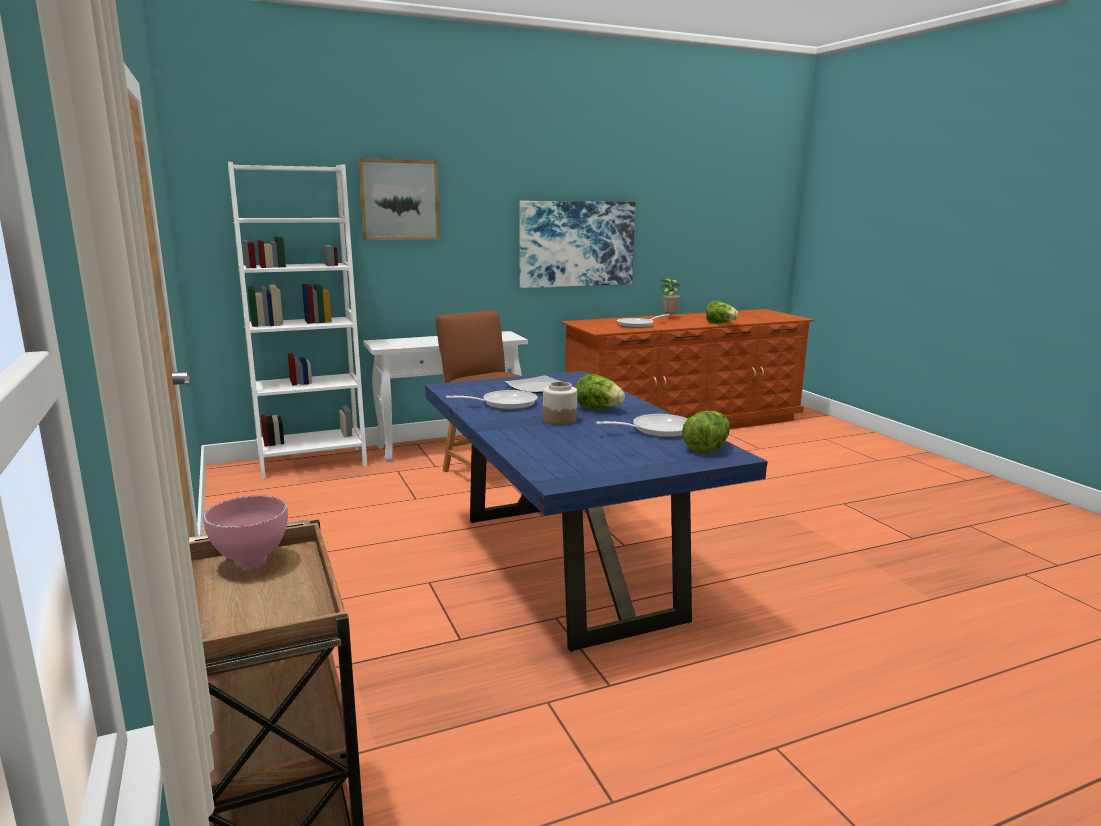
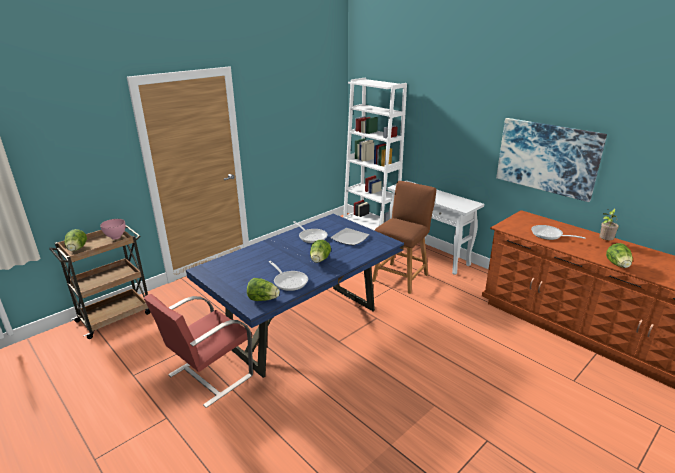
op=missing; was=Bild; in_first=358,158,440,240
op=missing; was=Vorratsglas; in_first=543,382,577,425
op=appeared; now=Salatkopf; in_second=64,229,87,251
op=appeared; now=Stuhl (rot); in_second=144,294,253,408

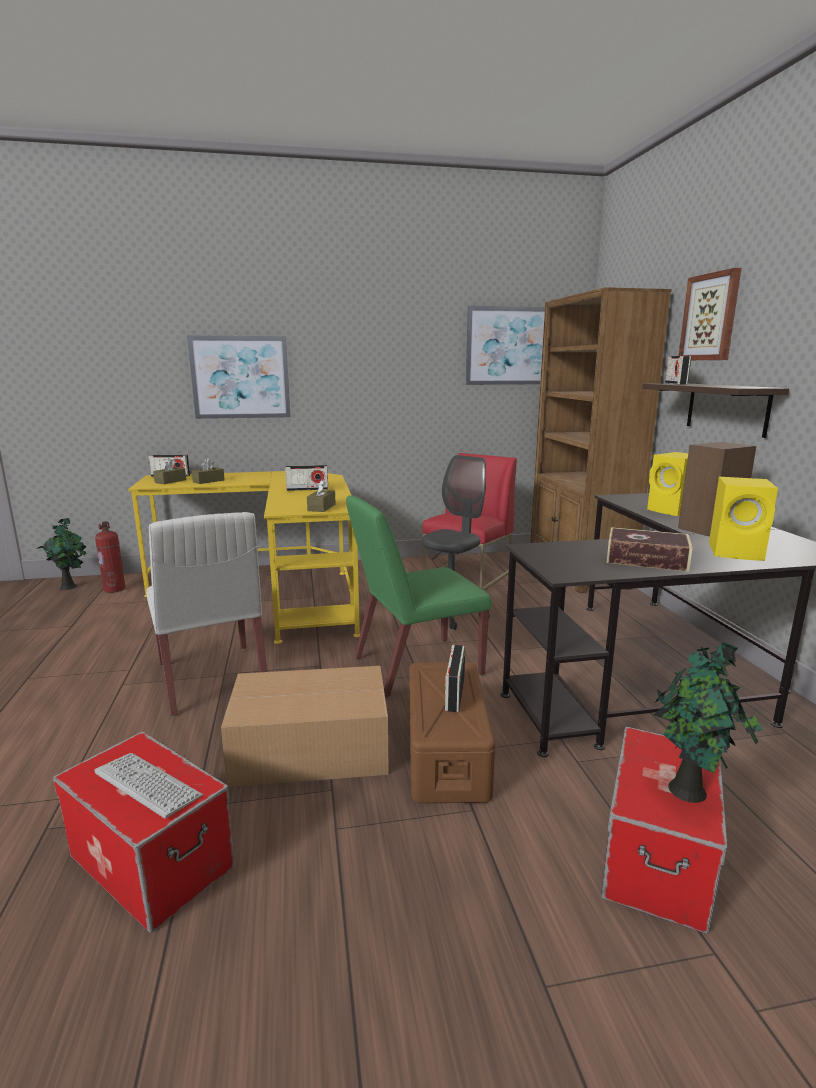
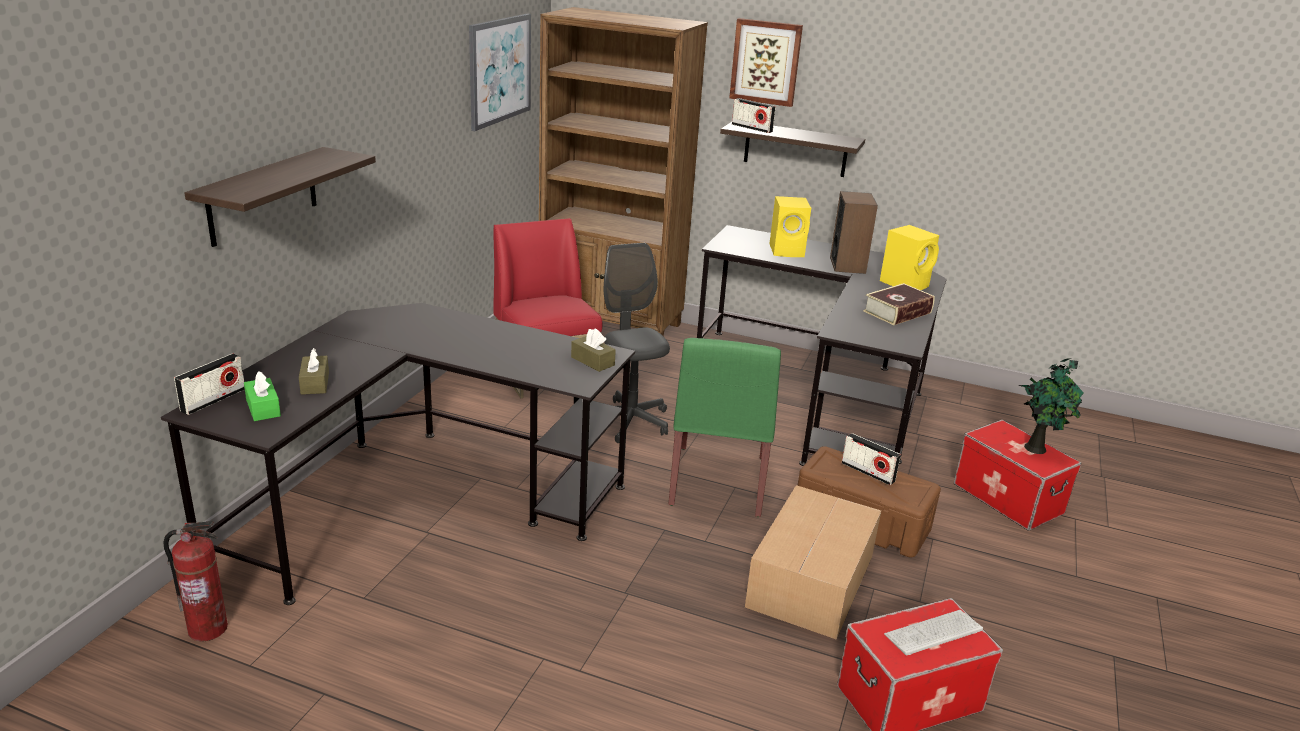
op=missing; was=Topfpflanze; in_first=38,518,87,590
op=colour; was=Schreibtisch (gelb); now=Schreibtisch (schwarz); in_first=128,471,360,644; in_second=161,303,635,605
op=missing; was=Stuhl (weiß); in_first=146,512,267,716
op=colour; was=Taschentuchbox (braun); now=Taschentuchbox (grün); in_first=153,458,186,484; in_second=244,371,281,421
op=exchanged; was=Bild; now=Wandregal; in_first=187,335,291,419; in_second=185,147,376,247
op=missing; was=Radio; in_first=285,465,328,491

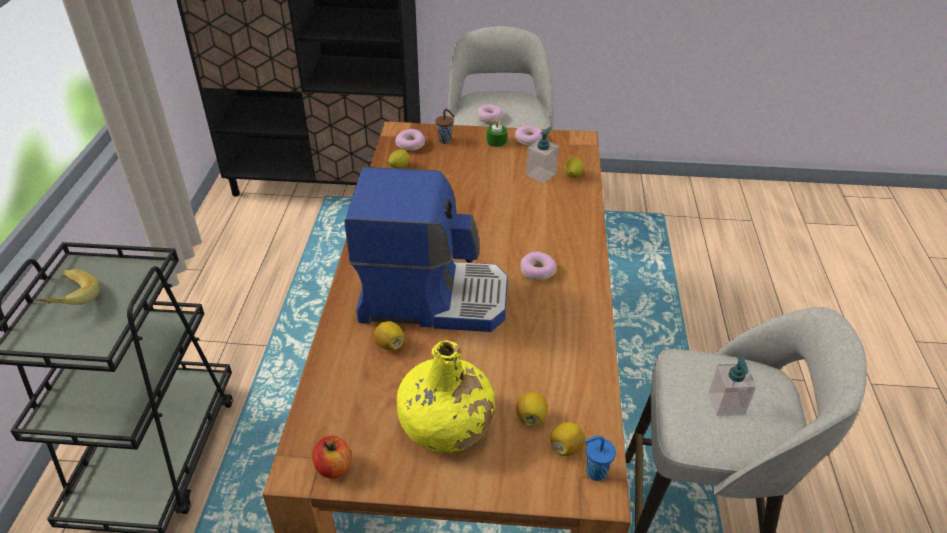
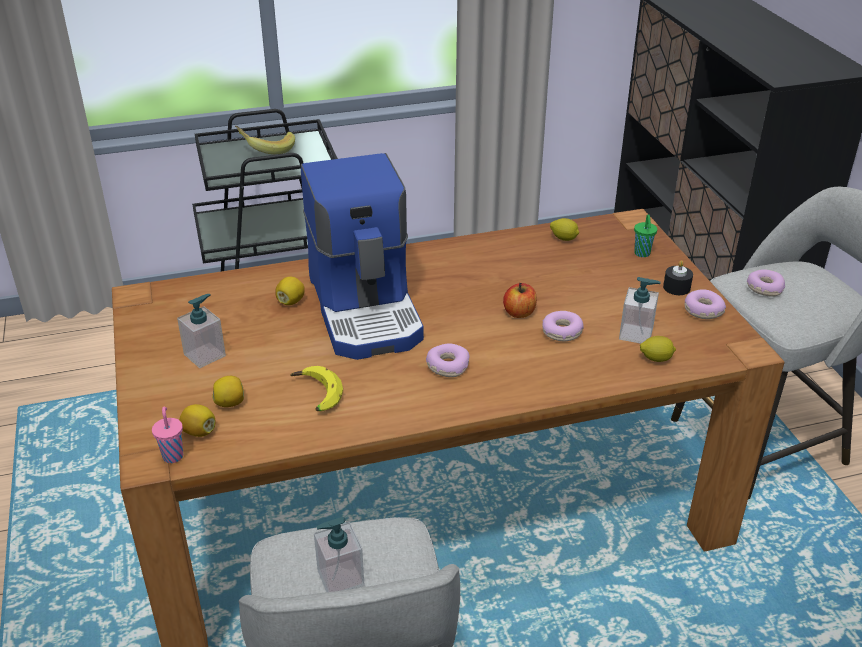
op=relocated; was=Apfel; in_first=312,435,351,479; in_second=503,283,537,318
op=relocated; was=Donut; in_first=395,129,425,151; in_second=542,311,584,341
op=exchanged; was=Flasche (gelb); now=Seifenspender; in_first=397,340,495,453; in_second=177,294,226,368
op=colour; was=Tasse (braun); now=Tasse (grün); in_first=435,109,455,144; in_second=634,214,657,257
op=colour; was=Kerze (grün); now=Kerze (schwarz); in_first=486,120,507,147; in_second=663,260,693,295
op=colour; was=Tasse (blau); now=Tasse (rosa); in_first=584,436,616,481; in_second=152,407,183,463
op=appeared; now=Banane; in_second=290,366,343,411

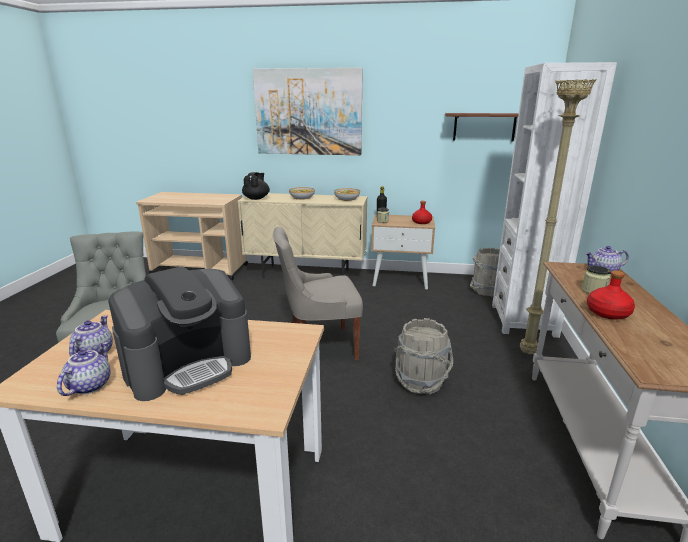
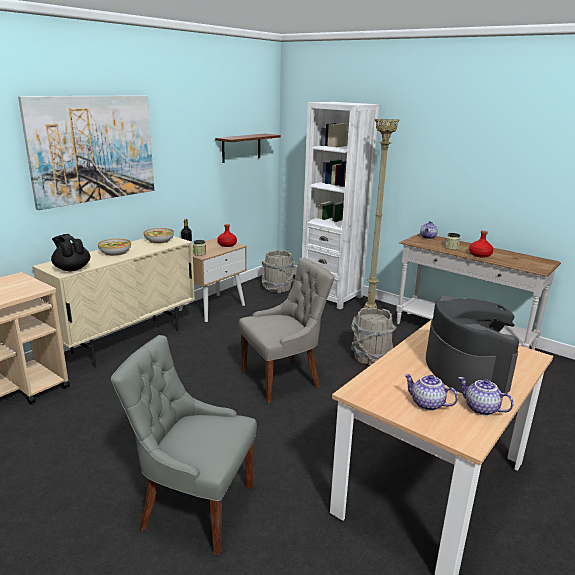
op=spun; was=Stuhl (grau); in_first=273,227,363,361; in_second=239,257,335,403; clockwise=-135

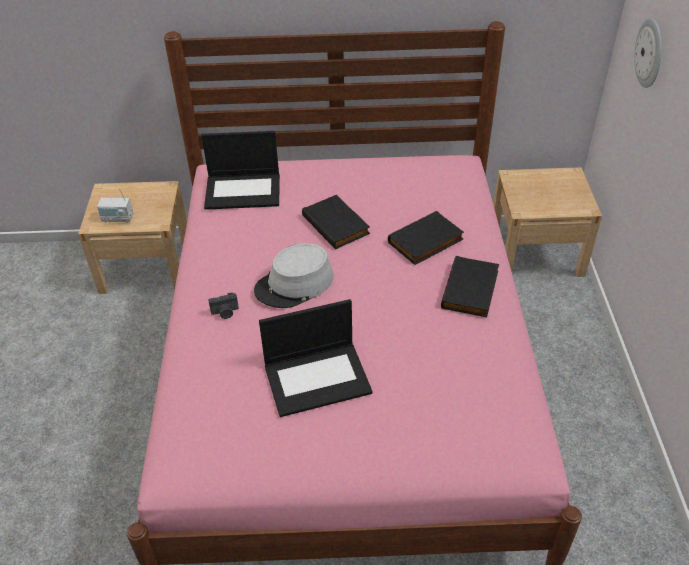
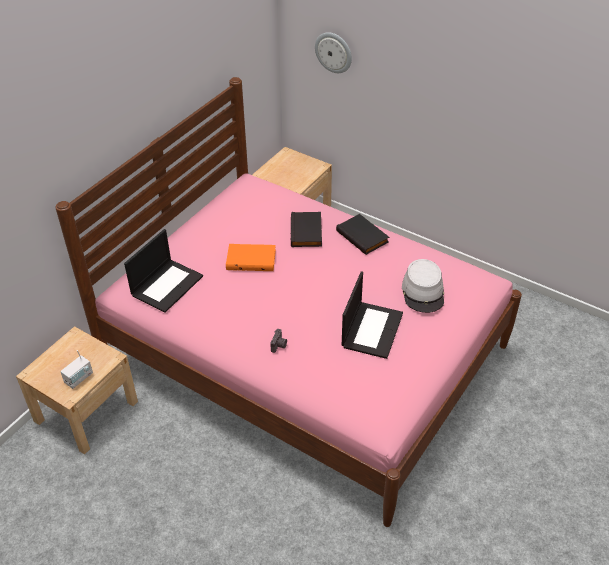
op=relocated; was=Hut (grau); in_first=254,243,334,308; in_second=402,259,444,313
op=colour; was=Buch (schwarz); now=Buch (orange); in_first=302,195,370,249; in_second=226,244,276,271

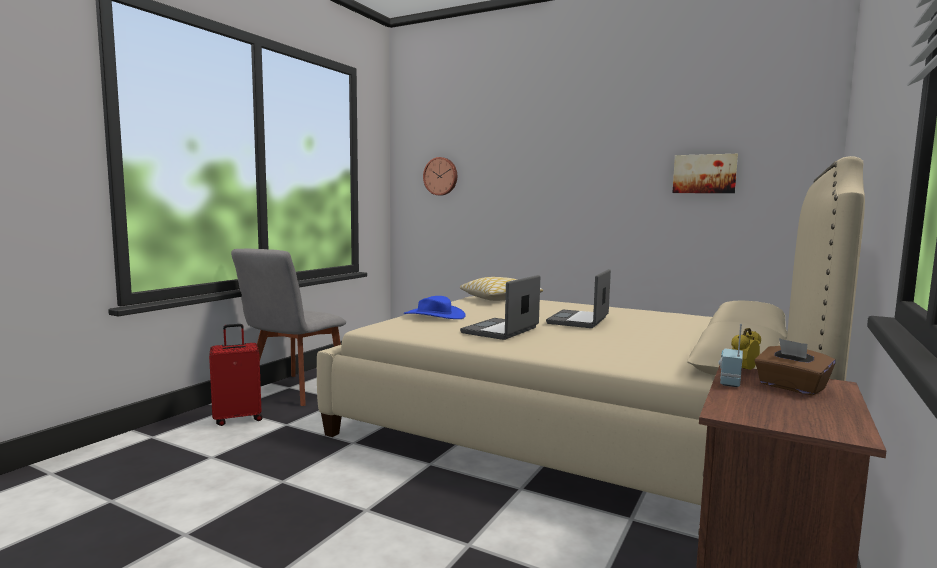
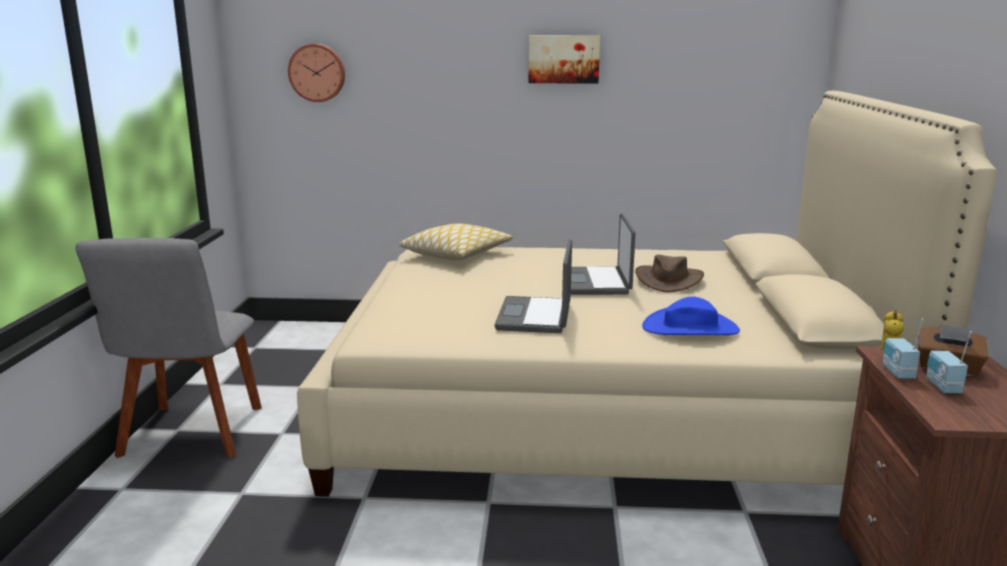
op=missing; was=Koffer (rot); in_first=209,324,263,426
op=relocated; was=Hut (blau); in_first=404,296,466,319; in_second=642,297,740,335
op=relocated; was=Bild; in_first=672,154,738,193; in_second=529,35,600,84
op=appeared; now=Hut (braun); in_second=635,255,704,292
op=appeared; now=Radio; in_second=926,331,972,394

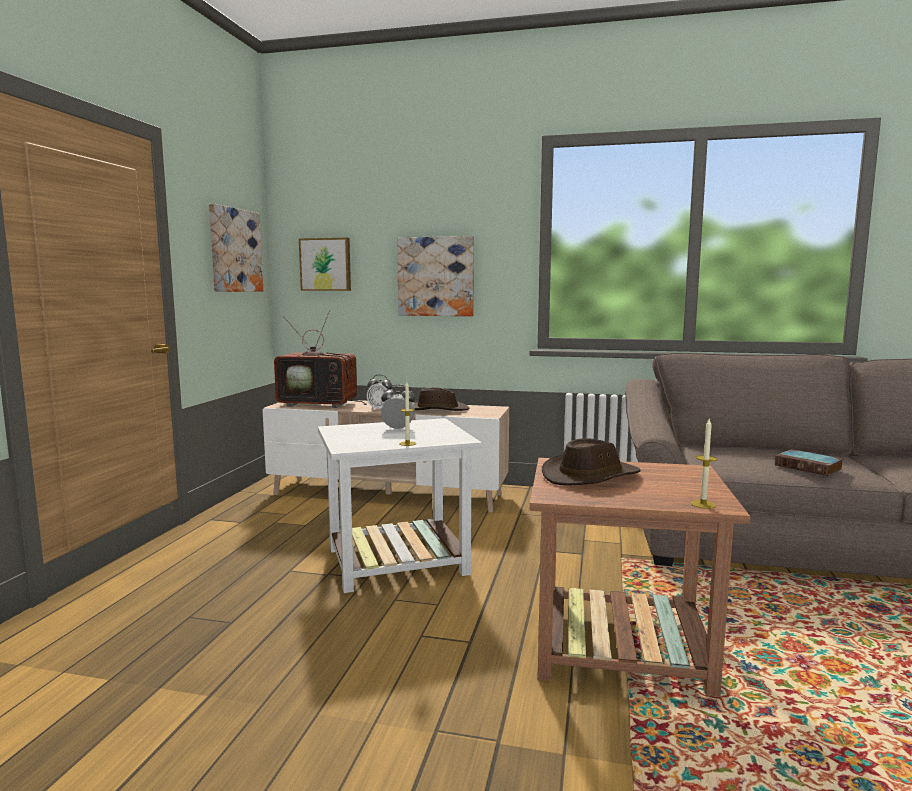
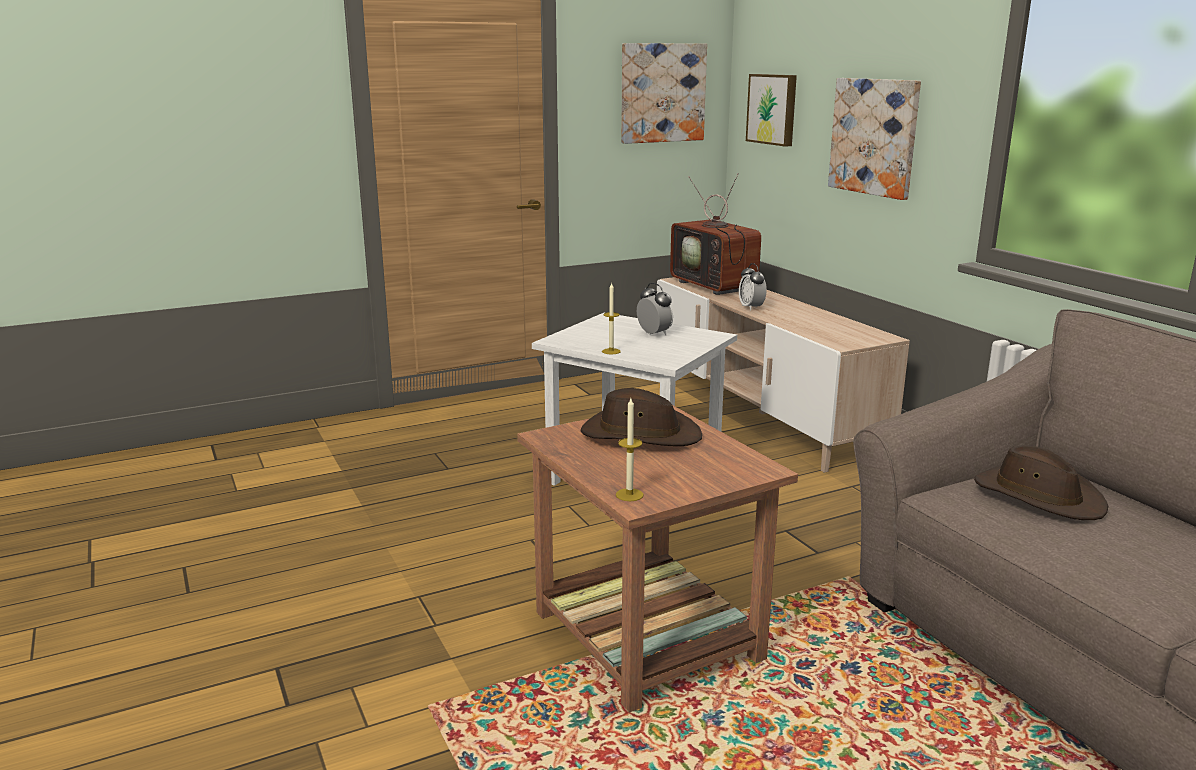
op=relocated; was=Hut (braun); in_first=414,387,470,411; in_second=974,446,1108,520
op=missing; was=Buch; in_first=775,449,843,476

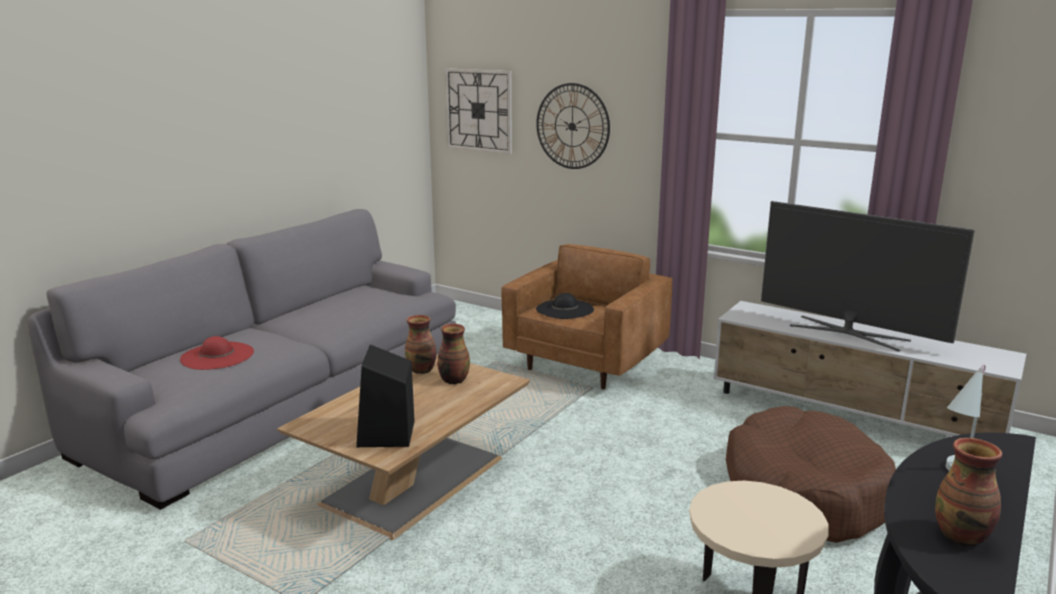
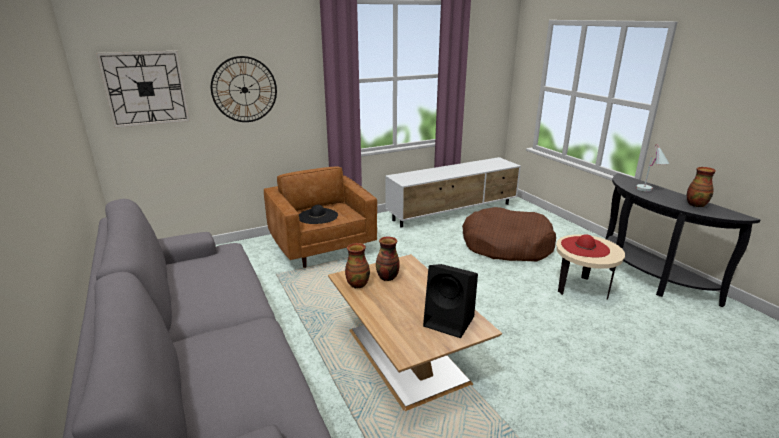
op=relocated; was=Hut (rot); in_first=180,336,254,370; in_second=561,234,610,257
op=missing; was=Fernseher; in_first=761,201,975,352

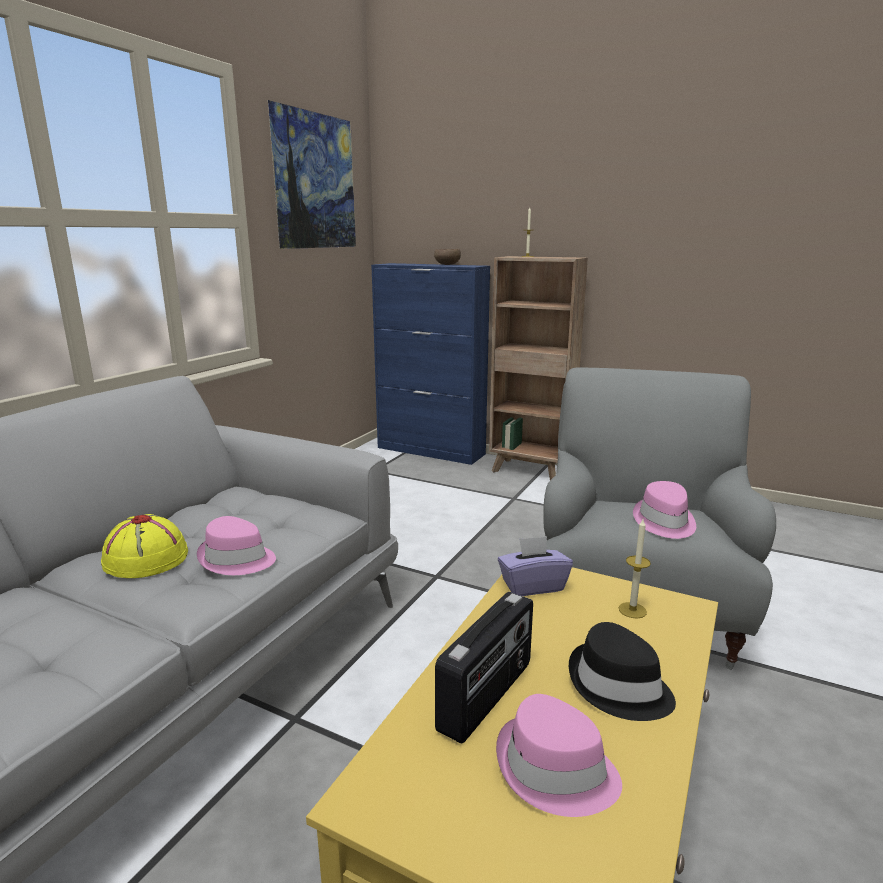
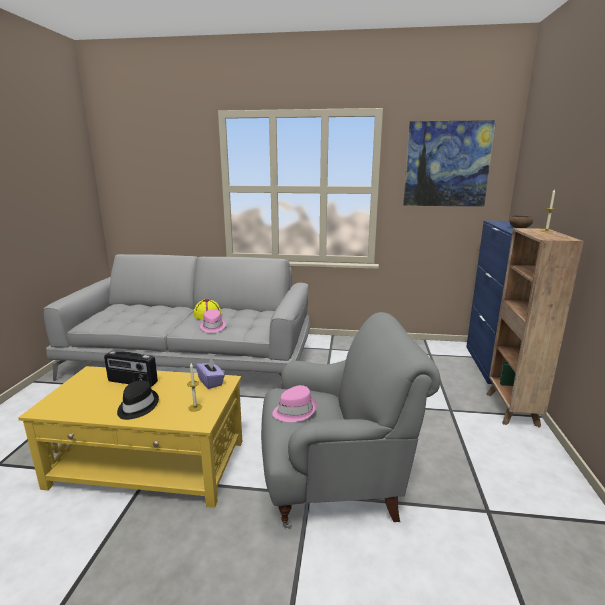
op=missing; was=Hut (rosa); in_first=496,694,622,817

